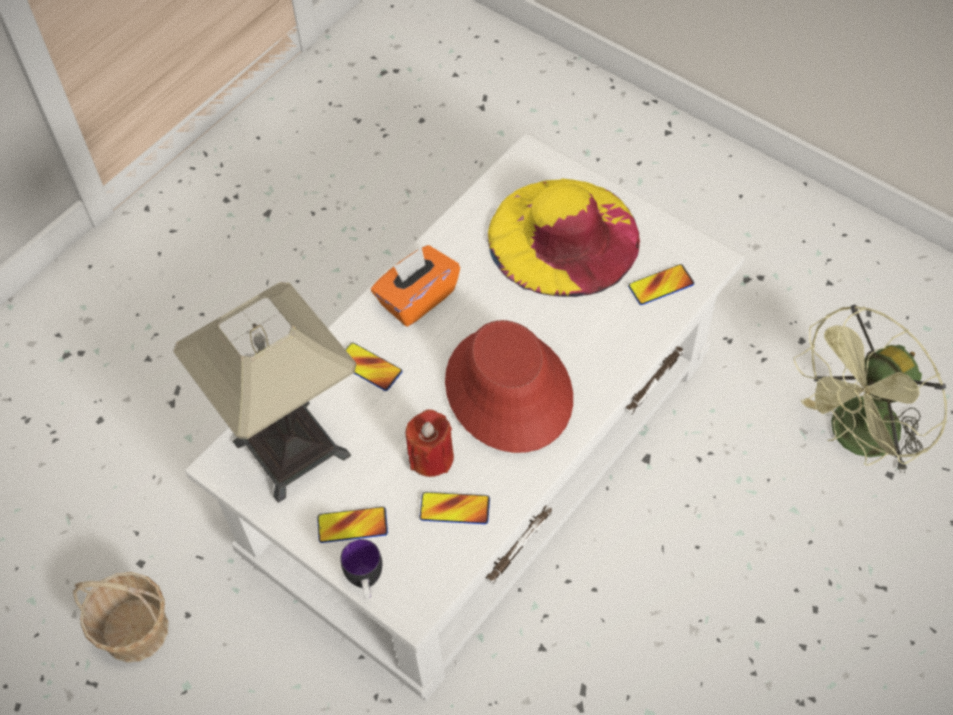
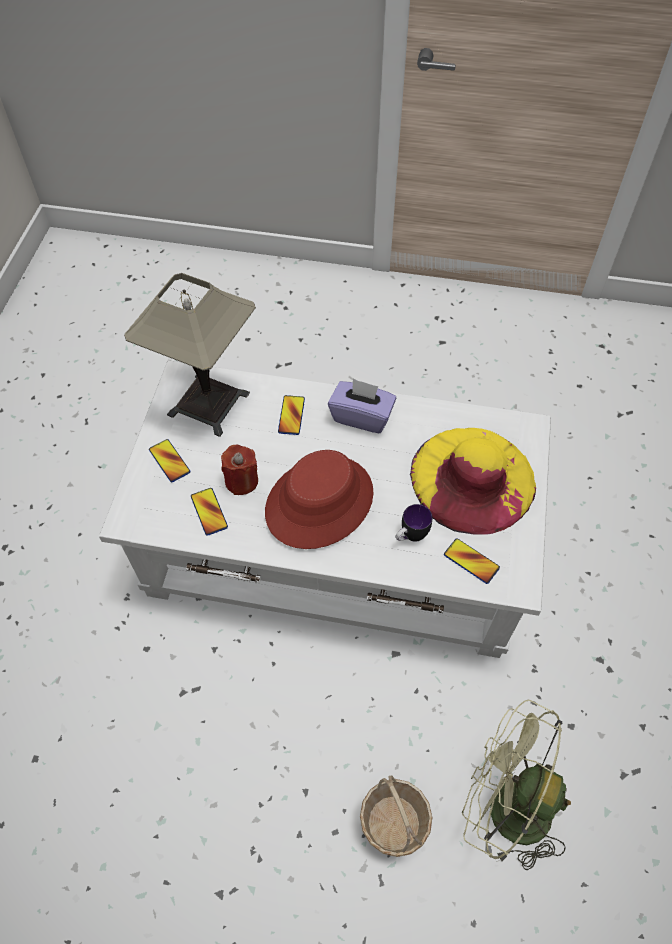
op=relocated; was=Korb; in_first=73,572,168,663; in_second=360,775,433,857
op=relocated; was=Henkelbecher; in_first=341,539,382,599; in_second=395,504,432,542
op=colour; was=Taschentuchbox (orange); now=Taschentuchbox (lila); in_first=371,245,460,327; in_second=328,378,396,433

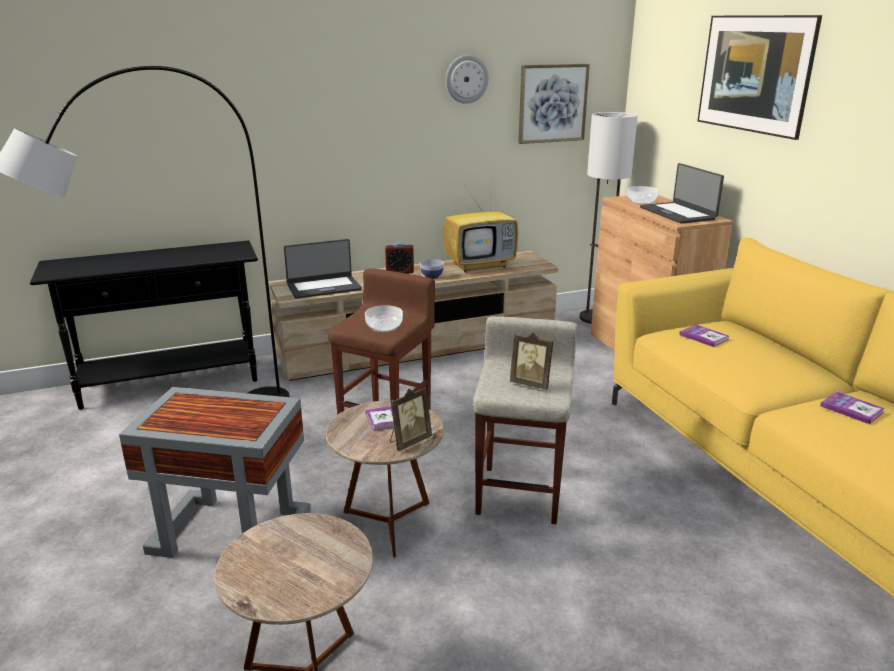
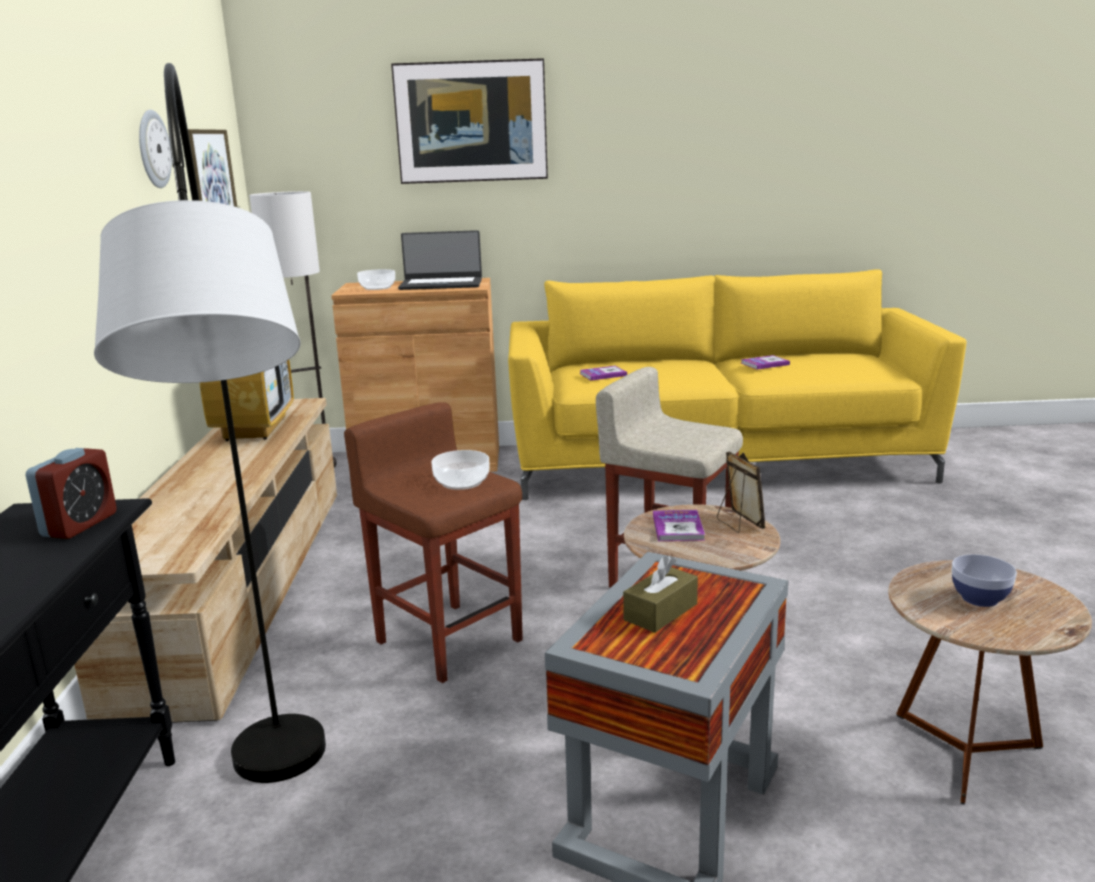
op=missing; was=Laptop; in_first=284,239,362,299
op=relocated; was=Wecker; in_first=385,242,414,274; in_second=25,448,117,539
op=relocated; was=Schüssel; in_first=420,259,444,279; in_second=952,554,1017,607
op=missing; was=Bilderrahmen; in_first=510,332,553,390
op=appeared; now=Taschentuchbox (braun); in_second=623,556,698,633

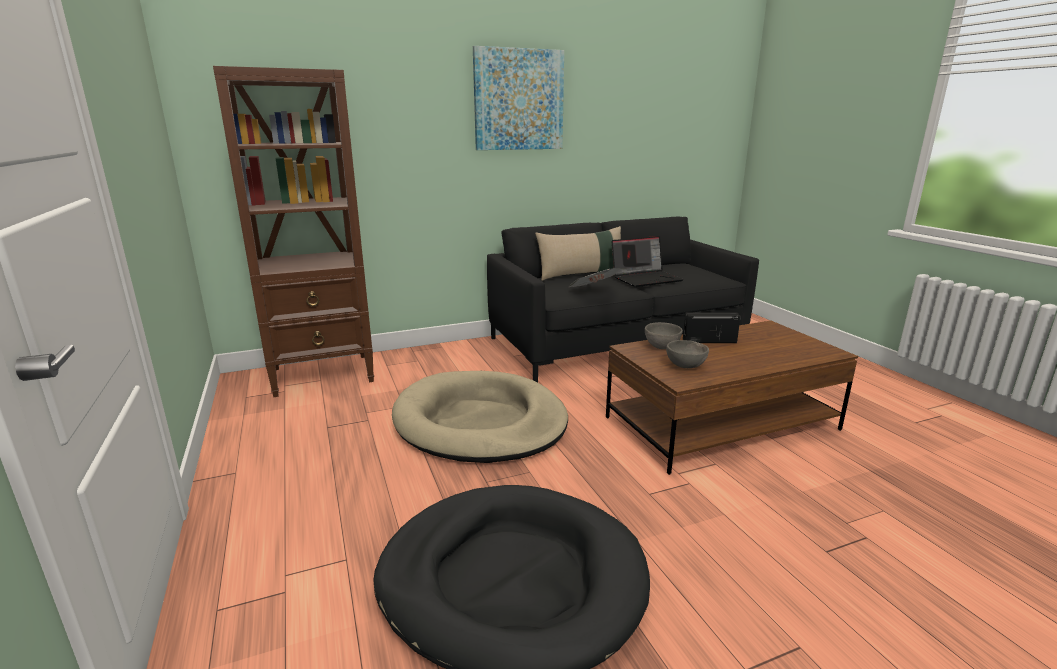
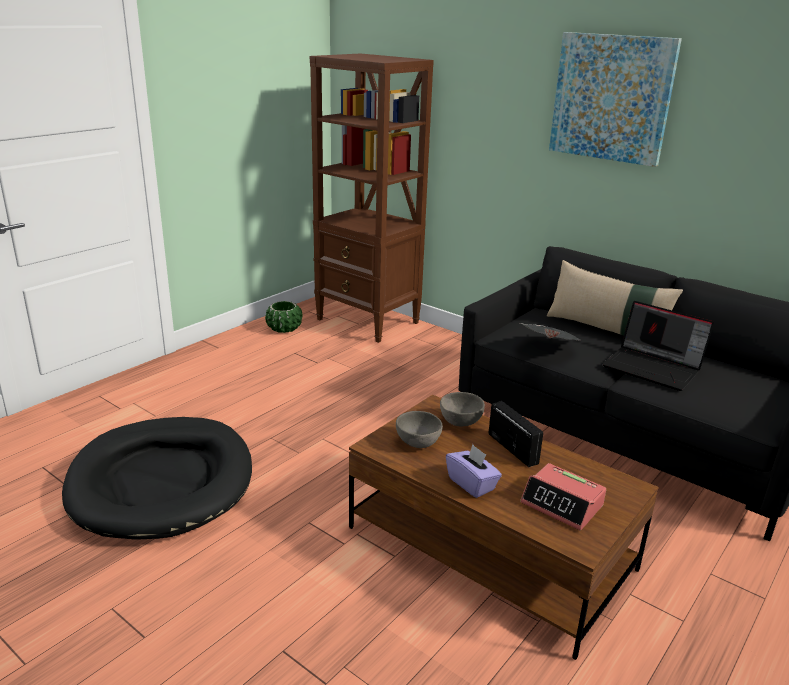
op=missing; was=Hundebett (beige); in_first=392,371,568,463
op=appeared; now=Pflanzkübel (grün); in_second=265,301,302,333
op=appeared; now=Taschentuchbox (lila); in_second=446,444,502,498
op=appeared; now=Wecker; in_second=520,463,606,531

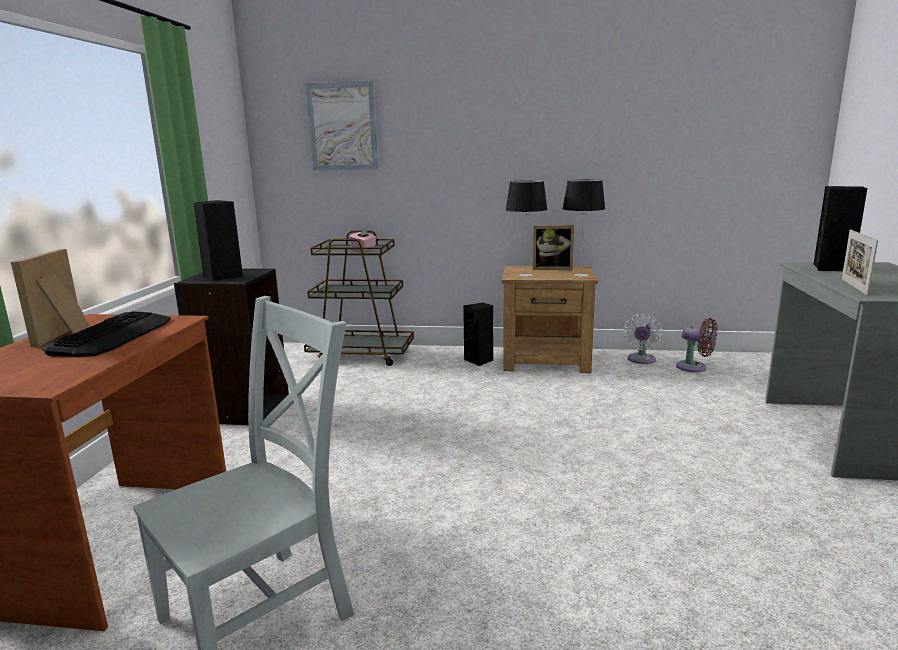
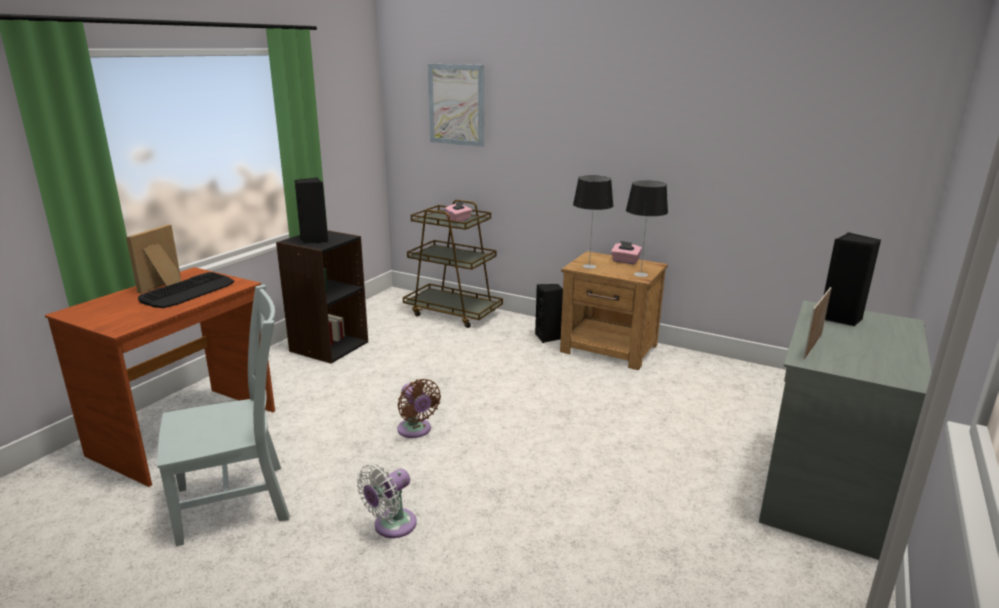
op=exchanged; was=Bilderrahmen; now=Taschentuchbox (rosa); in_first=533,225,574,270; in_second=611,241,642,264
op=relocated; was=Ventilator (weiß); in_first=623,314,663,364; in_second=357,464,417,538
op=relocated; was=Ventilator (braun); in_first=676,318,717,372; in_second=397,379,441,438

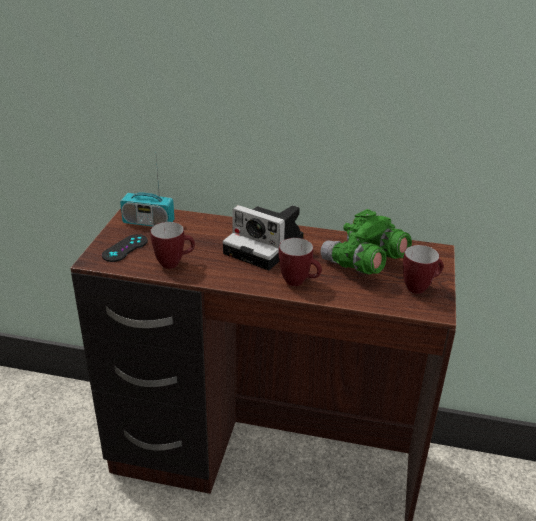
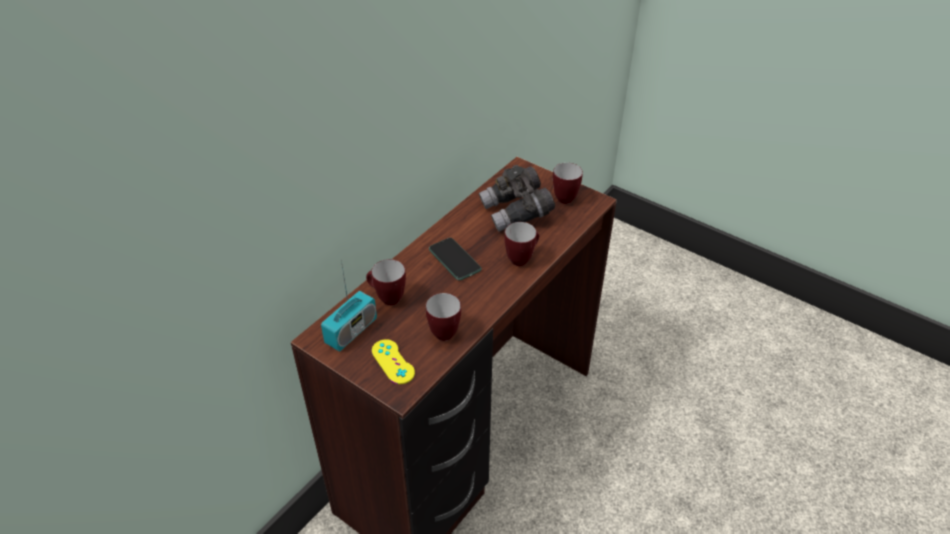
op=colour; was=Gamepad (schwarz); now=Gamepad (gelb); in_first=102,234,148,262; in_second=372,339,415,384
op=exchanged; was=Kamera; now=Handy; in_first=223,205,303,270; in_second=429,238,482,281
op=colour; was=Fernglas (grün); now=Fernglas (grau); in_first=321,209,412,274; in_second=479,165,555,232
op=appeared; now=Henkelbecher; in_second=366,259,406,306

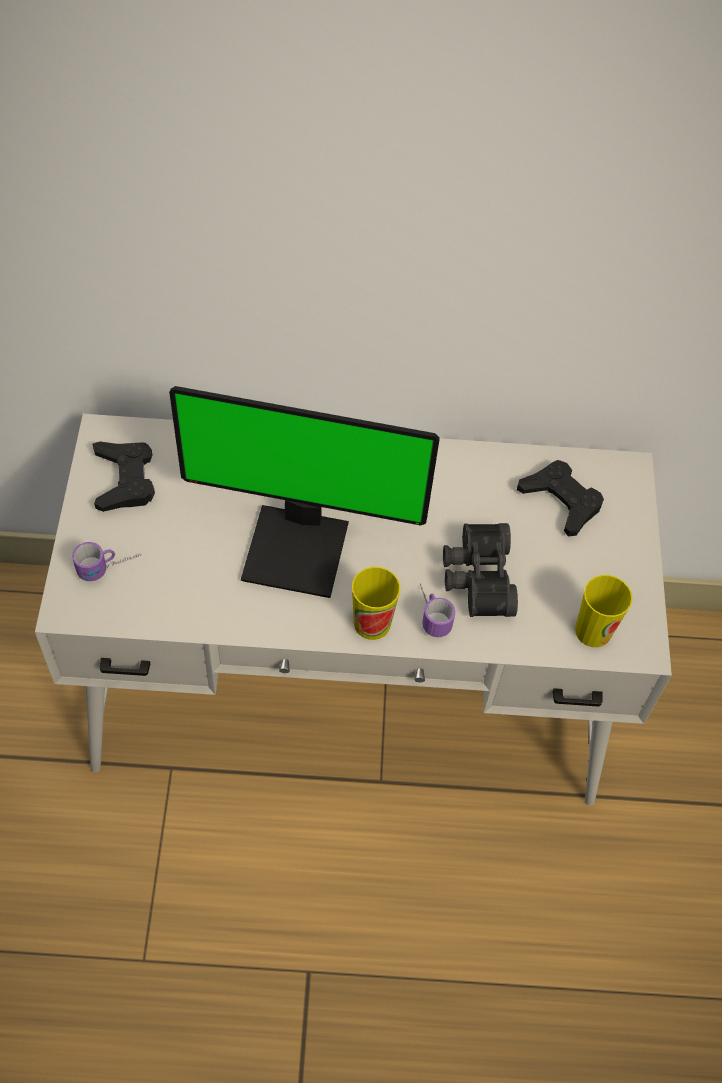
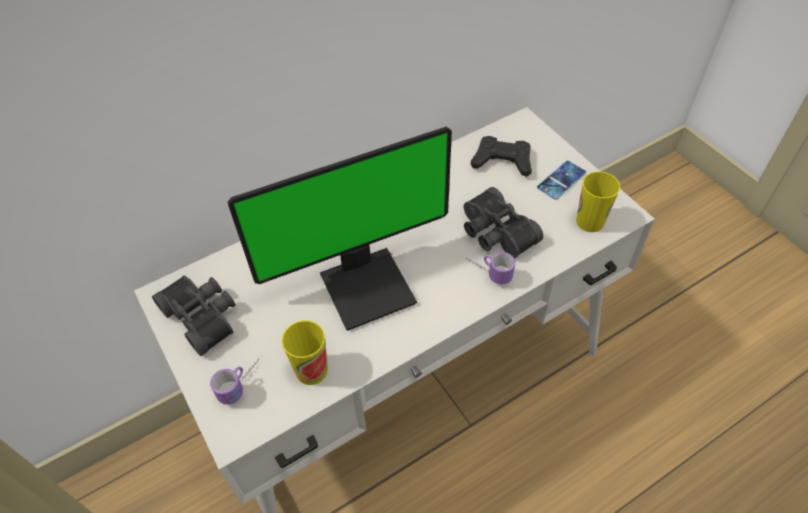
op=exchanged; was=Gamepad (schwarz); now=Fernglas (schwarz); in_first=92,441,155,512; in_second=152,275,236,356
op=relocated; was=Tasse; in_first=352,567,400,640; in_second=282,320,328,385
op=appeared; now=Handy; in_second=537,160,586,200

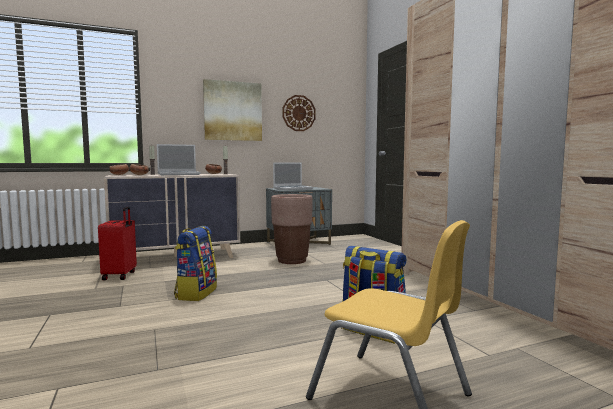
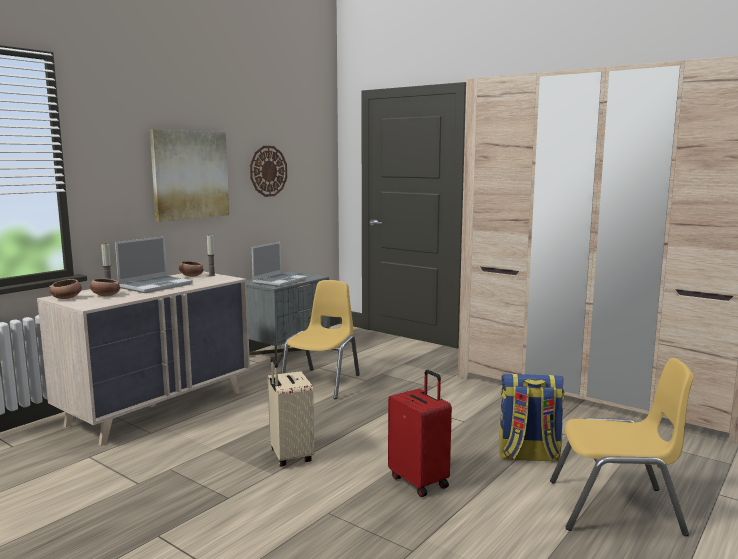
op=relocated; was=Koffer (rot); in_first=98,206,137,280; in_second=388,370,452,497
op=exchanged; was=Rucksack; now=Koffer (beige); in_first=174,226,217,301; in_second=268,357,314,466
op=exchanged; was=Pflanzkübel (braun); now=Stuhl (gelb); in_first=271,194,313,264; in_second=281,280,360,399

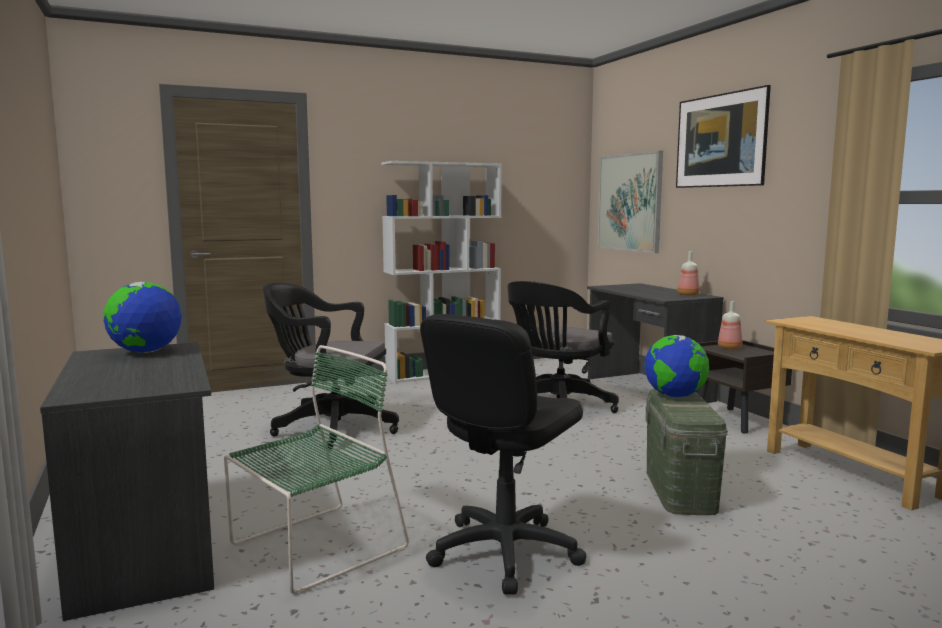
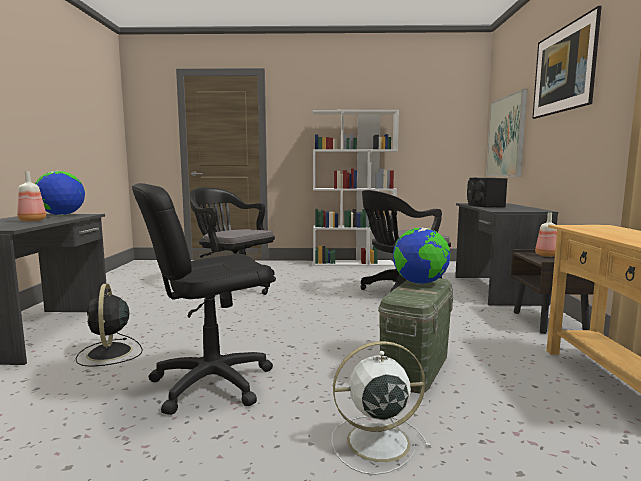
op=exchanged; was=Stuhl (grün); now=Ventilator (schwarz); in_first=224,345,409,594; in_second=75,284,143,367
op=relocated; was=Flasche; in_first=677,252,699,296; in_second=17,171,46,222
op=appeared; now=Ventilator (weiß); in_second=332,341,431,475
op=appeared; now=Lautsprecher (schwarz); in_second=467,178,508,207

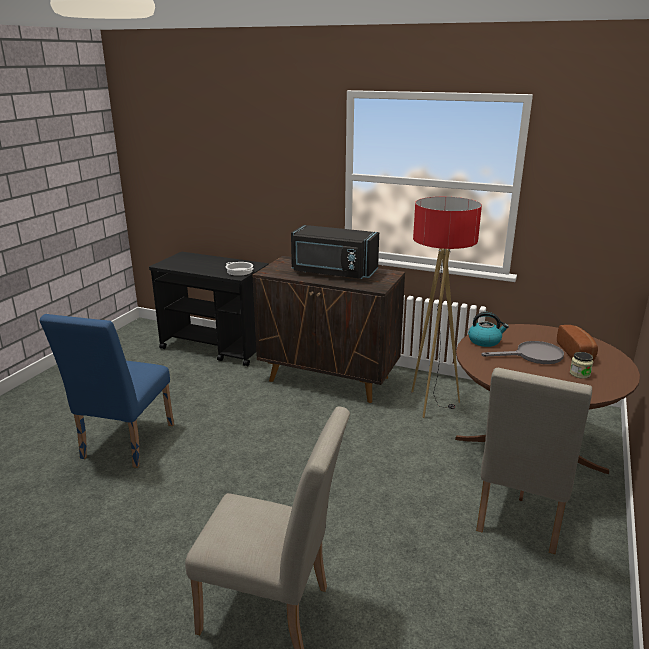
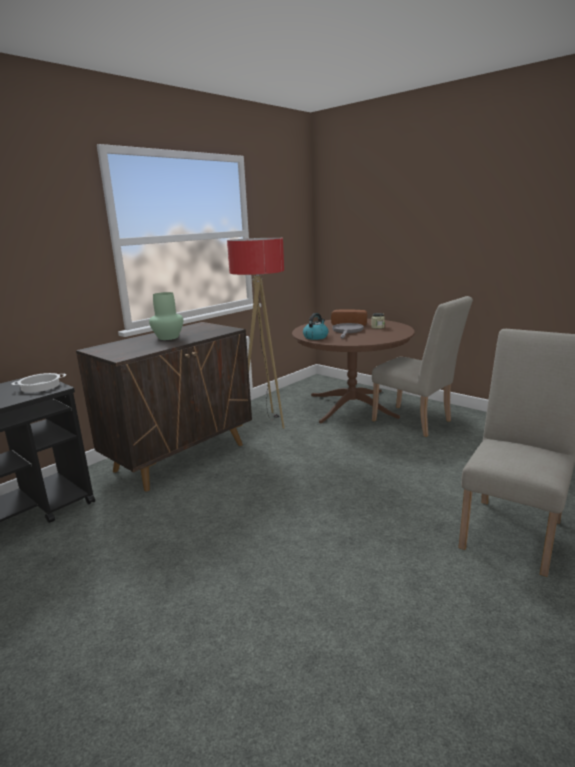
op=missing; was=Stuhl (blau); in_first=40,314,174,468
op=exchanged; was=Mikrowelle (schwarz); now=Vase (grün); in_first=291,225,379,279; in_second=149,292,183,340

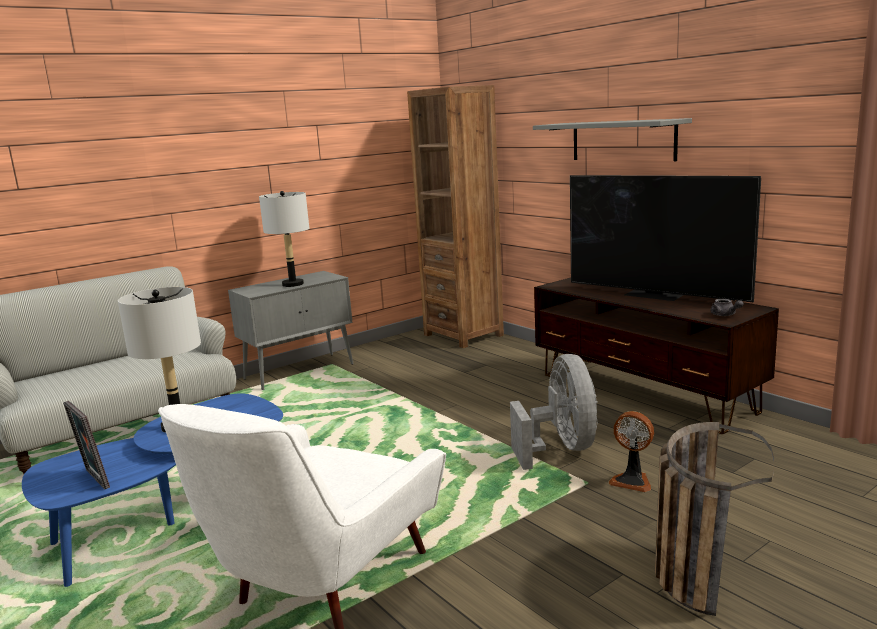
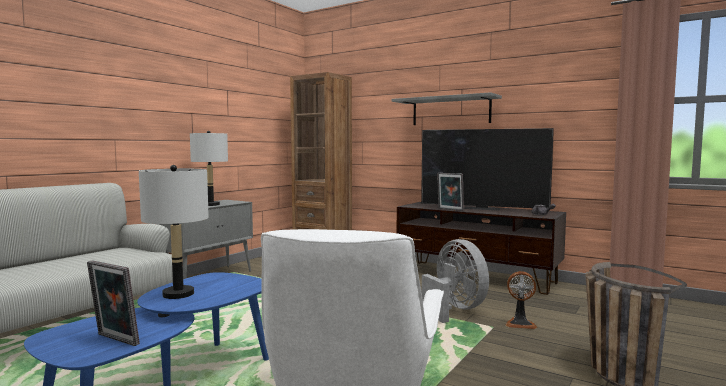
op=appeared; now=Bilderrahmen; in_second=437,173,464,211

